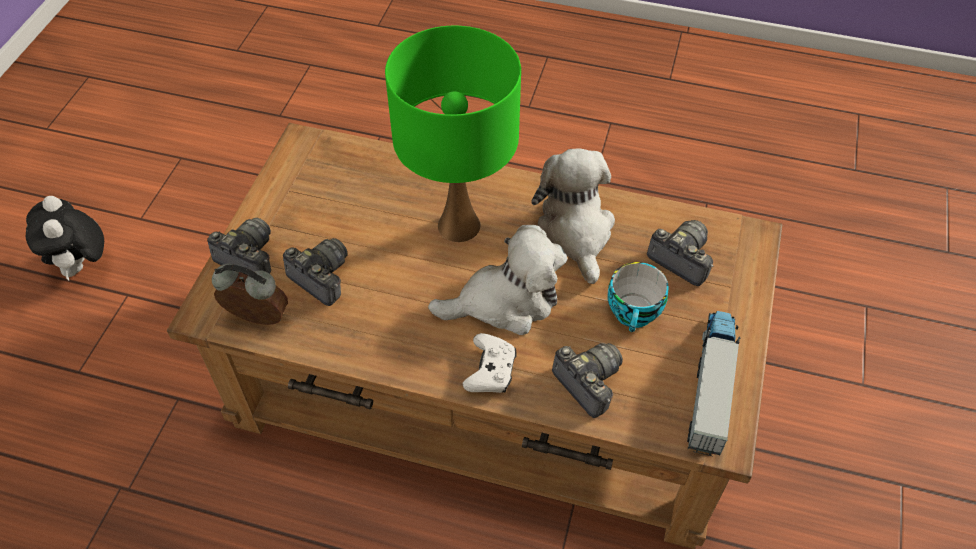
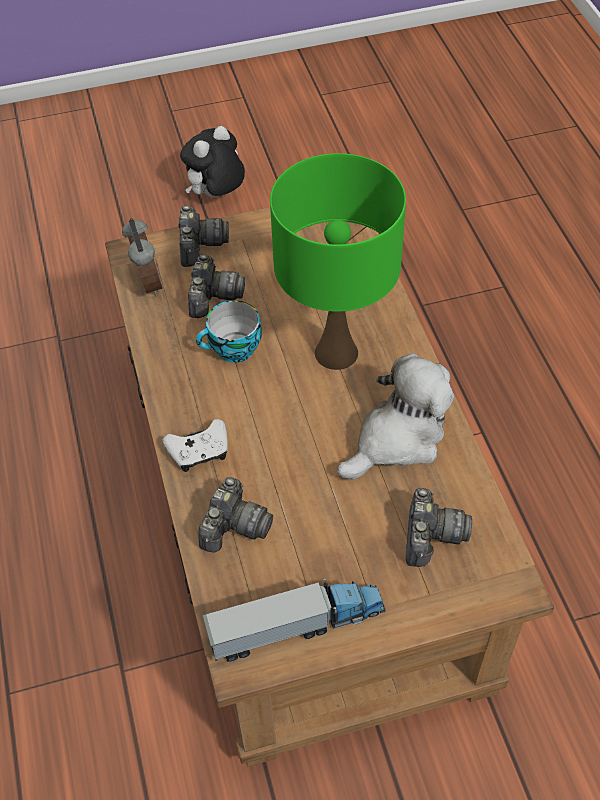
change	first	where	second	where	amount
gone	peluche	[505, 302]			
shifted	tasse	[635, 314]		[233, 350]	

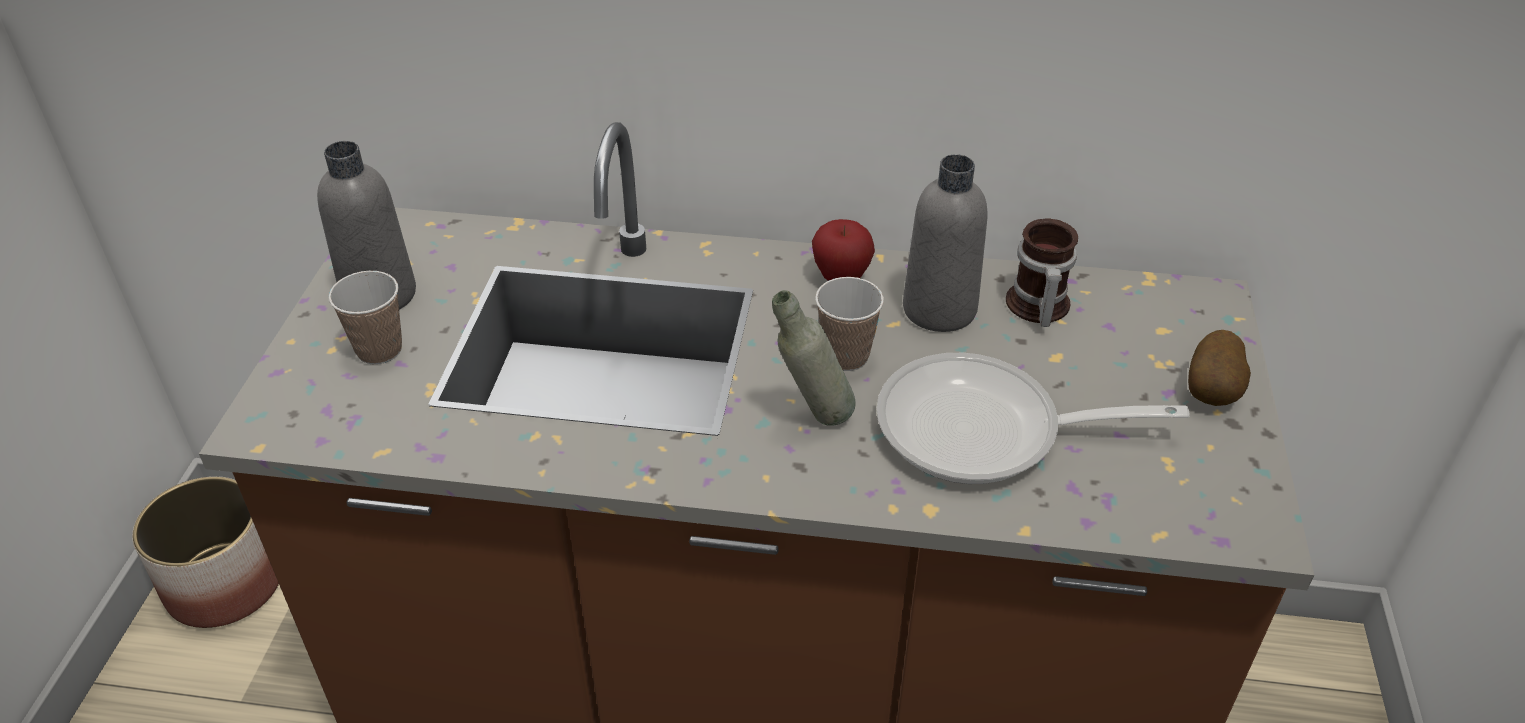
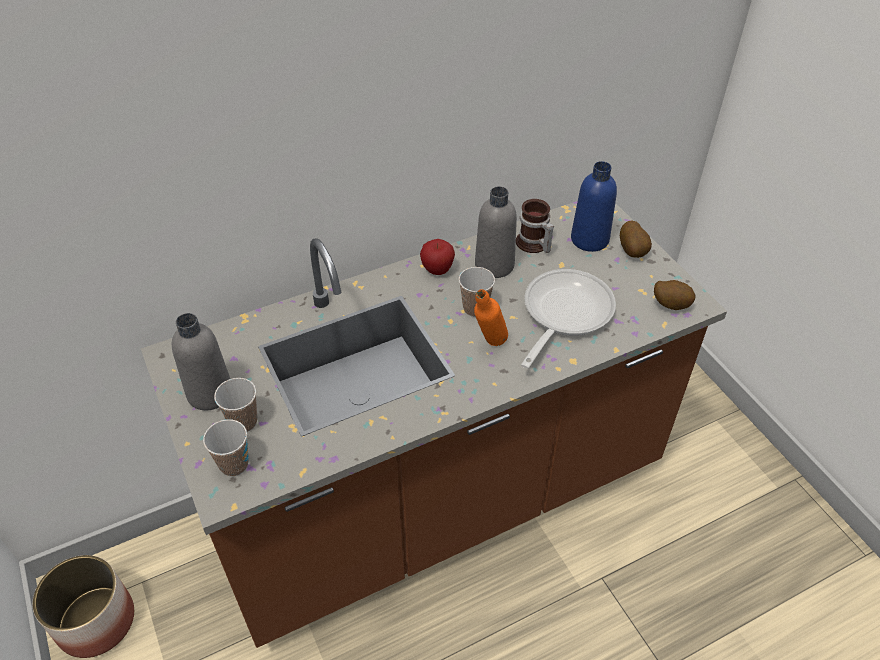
change	first	where	second	where	amount
repainted	bouteille/gris	[812, 419]	bouteille/orange	[489, 346]	
rotated	poêle	[984, 431]		[563, 314]	150 degrees clockwise
new			tasse	[234, 464]	
new			bouteille/bleu	[589, 239]	
new			pomme de terre	[670, 304]	

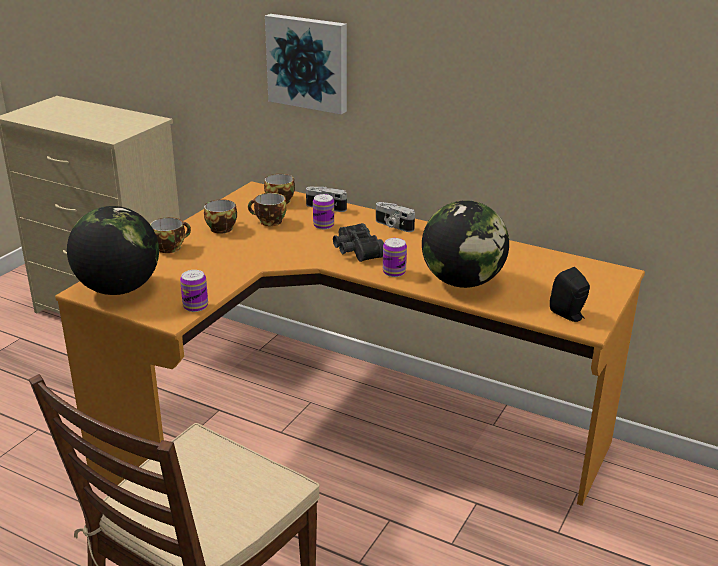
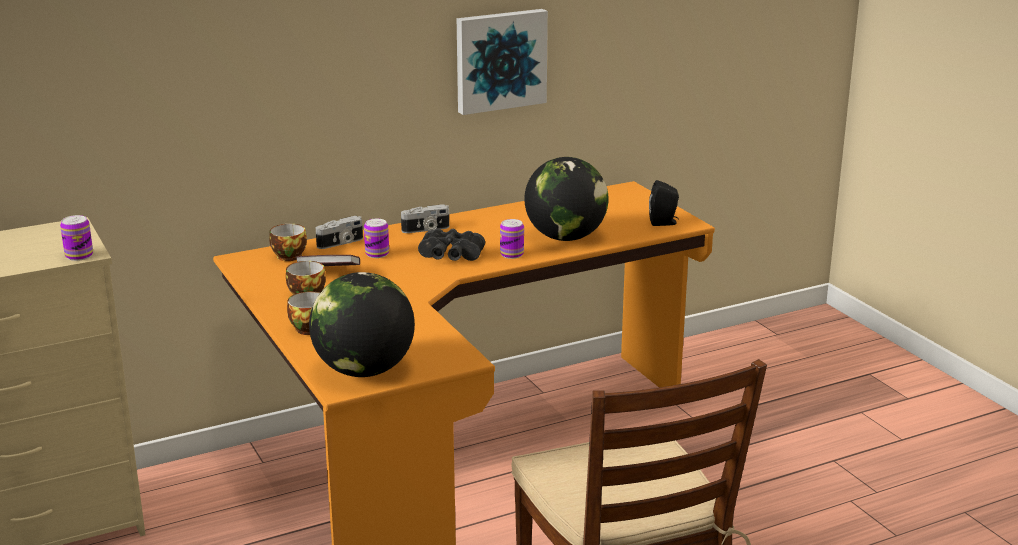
change	first	where	second	where	amount
shifted	boîte métallique	[195, 306]		[79, 256]	
swapped	tasse	[269, 222]	livre	[329, 273]	
shifted	tableau	[308, 62]		[500, 60]	

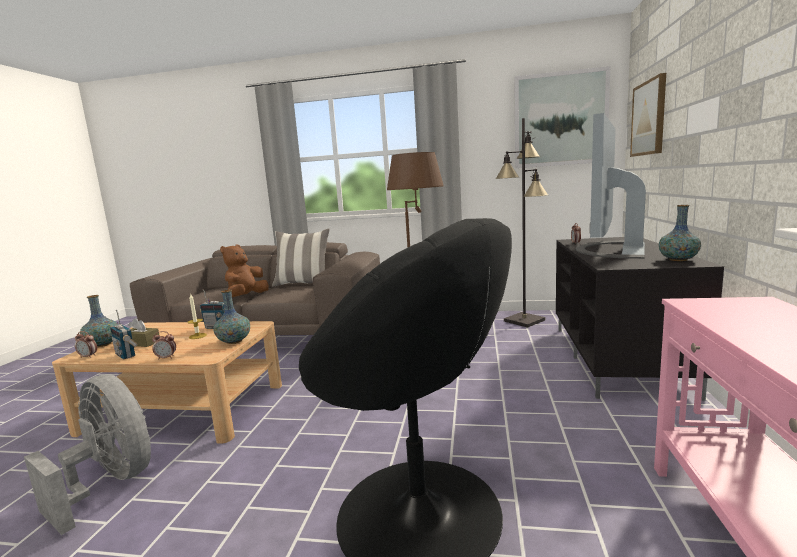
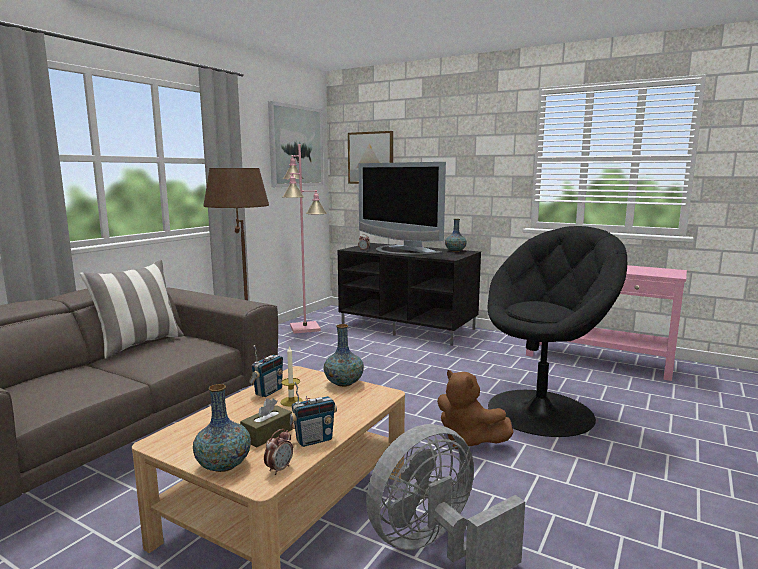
change	first	where	second	where	amount
gone	réveil	[166, 358]			
shifted	peluche/marron	[246, 297]		[468, 440]	
repainted	lampadaire/noir	[525, 320]	lampadaire/rose	[305, 328]	

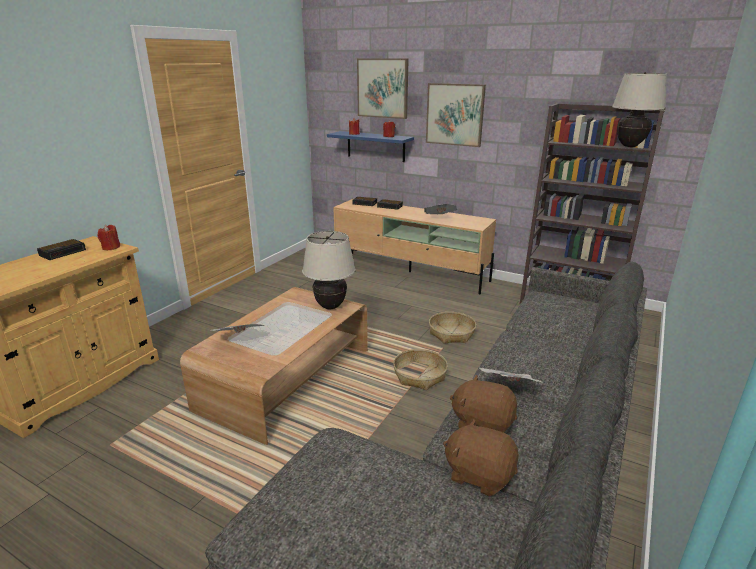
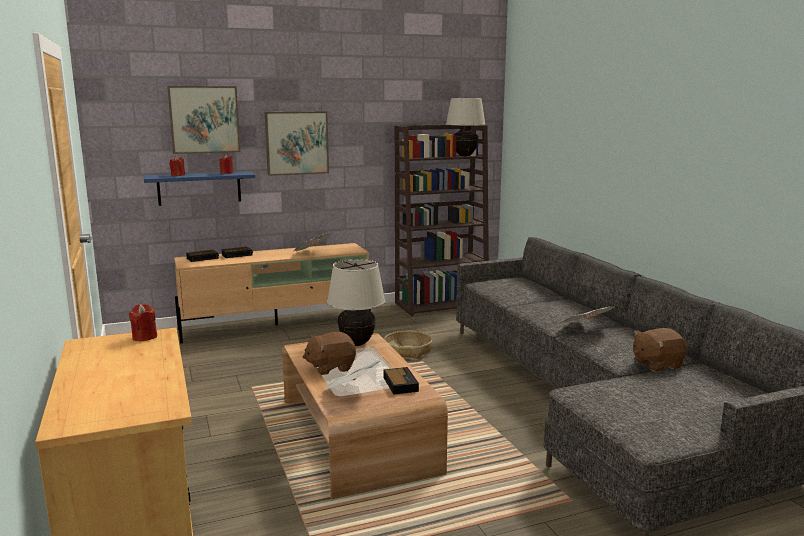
change	first	where	second	where	amount
shifted	réveil	[63, 252]		[400, 384]	
gone	panier	[419, 375]			
shifted	peluche/marron	[482, 423]		[330, 367]	

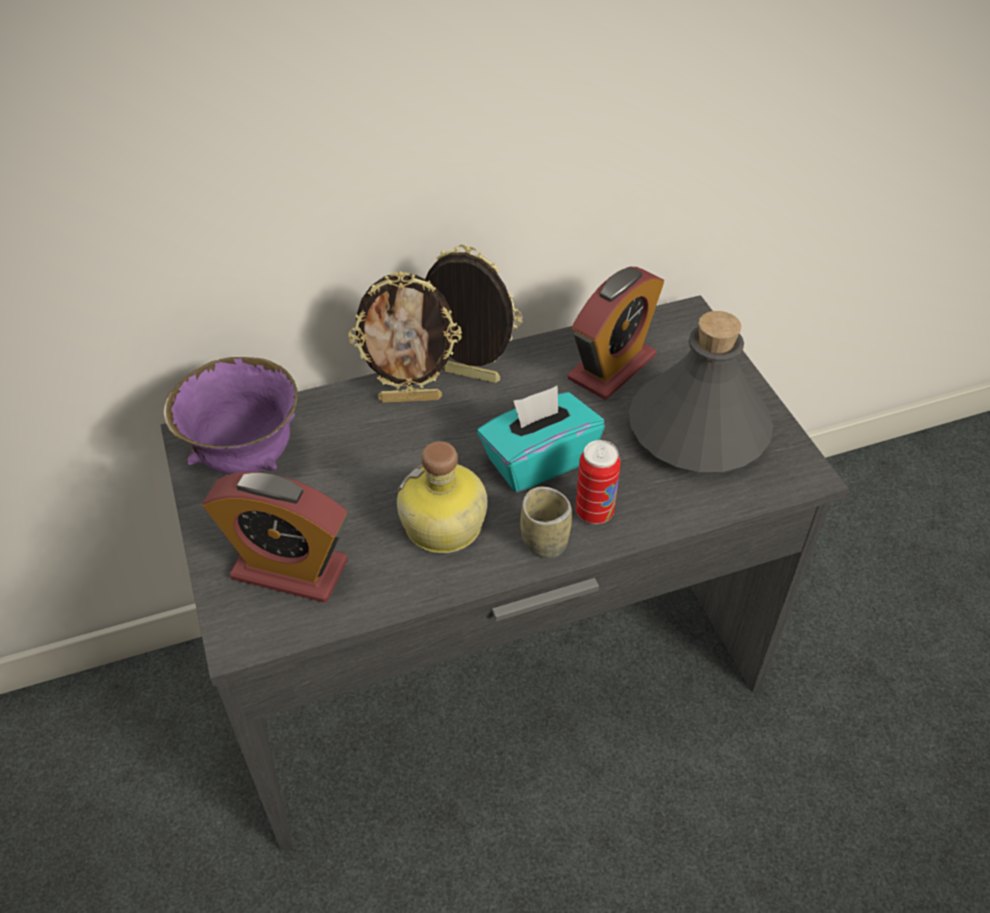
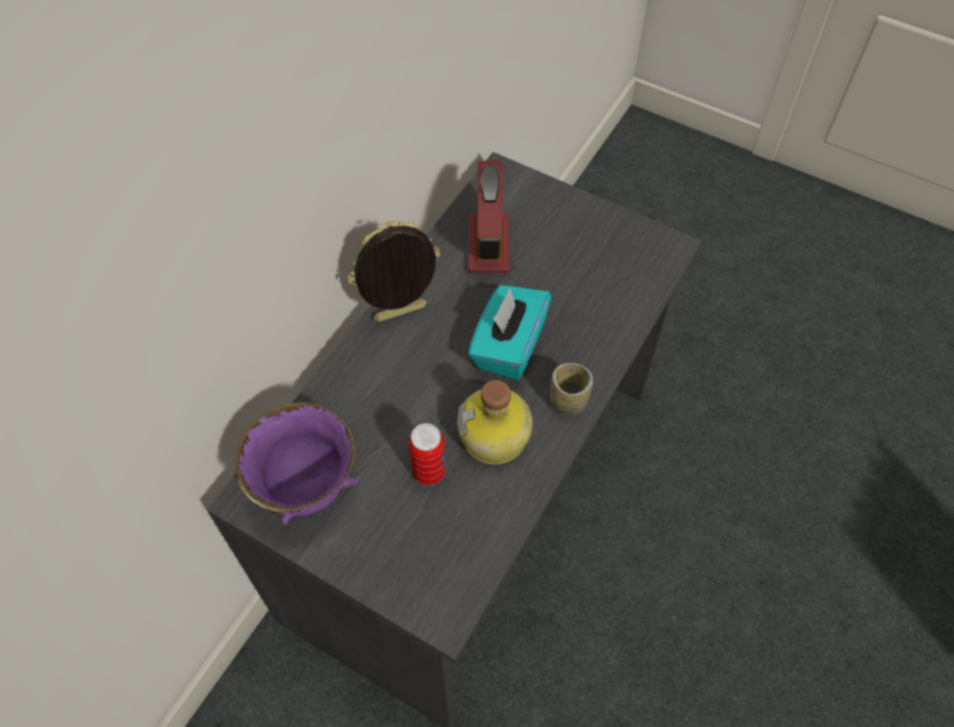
change	first	where	second	where	amount
gone	réveil	[289, 569]			
gone	cadre photo	[410, 398]			
shifted	boîte métallique	[594, 512]		[429, 472]	
gone	bouteille/gris	[699, 430]			

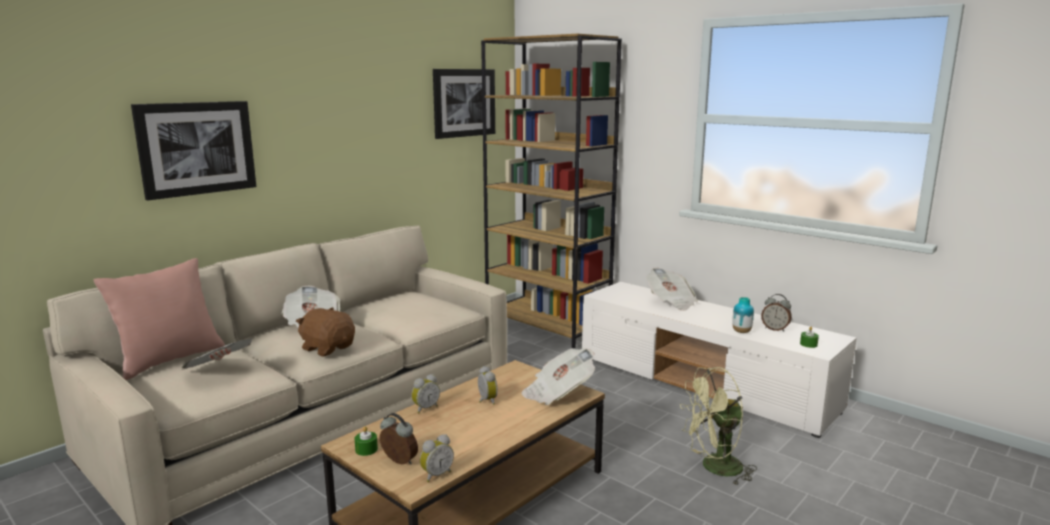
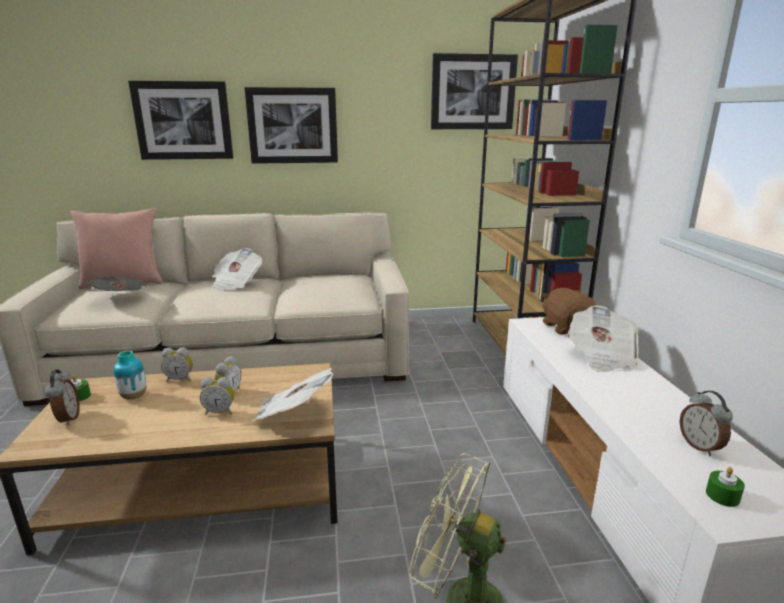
change	first	where	second	where	amount
shifted	peluche/marron	[328, 348]		[566, 327]	
shifted	réveil	[436, 474]		[220, 411]	
shifted	vase	[741, 332]		[134, 396]	
new			tableau	[293, 126]	

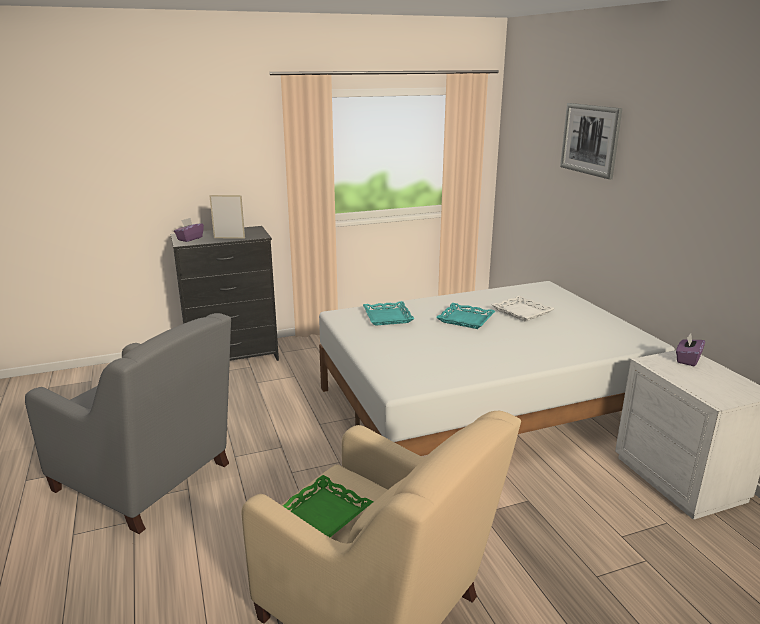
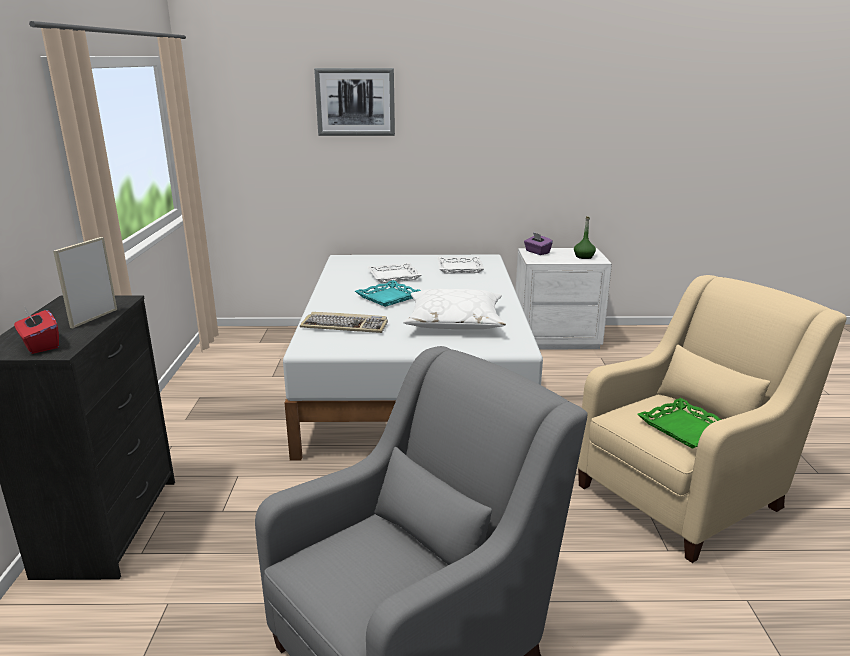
change	first	where	second	where	amount
repainted	boîte à mouchoirs/violet	[189, 239]	boîte à mouchoirs/rouge	[40, 345]	
swapped	plateau/turquoise	[388, 317]	clavier	[345, 326]	
new			coussin/blanc	[455, 321]	
new			plateau/blanc	[460, 268]	
new			bouteille/vert	[584, 257]	

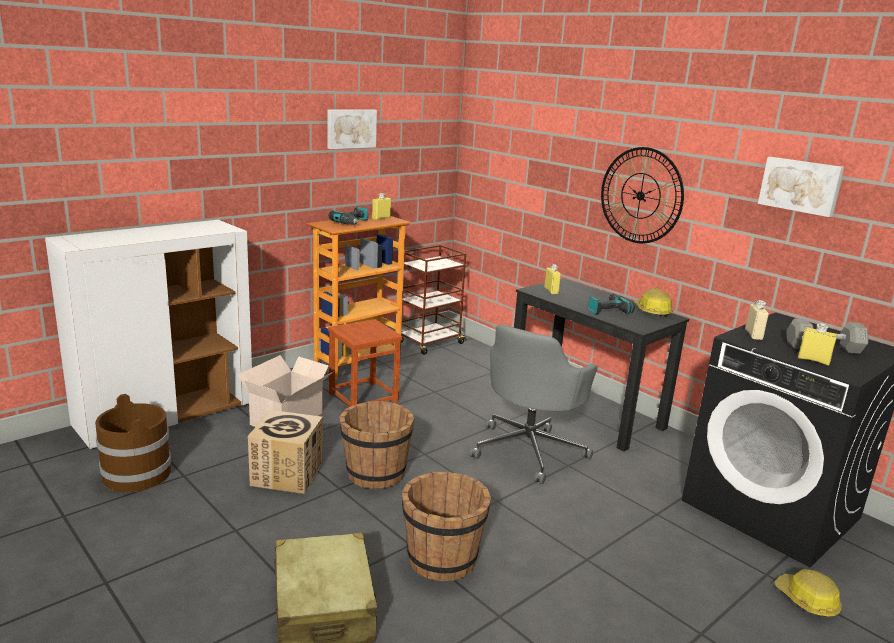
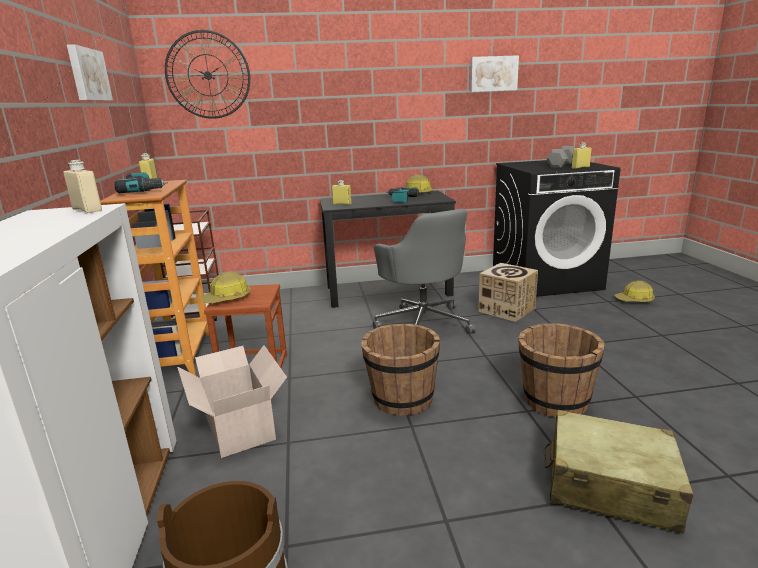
change	first	where	second	where	amount
shifted	carton	[287, 474]		[506, 310]	
shifted	horloge murale	[640, 195]		[208, 75]	
shifted	bouteille/beige	[753, 334]		[87, 210]	
new			casque de chantier	[227, 298]	

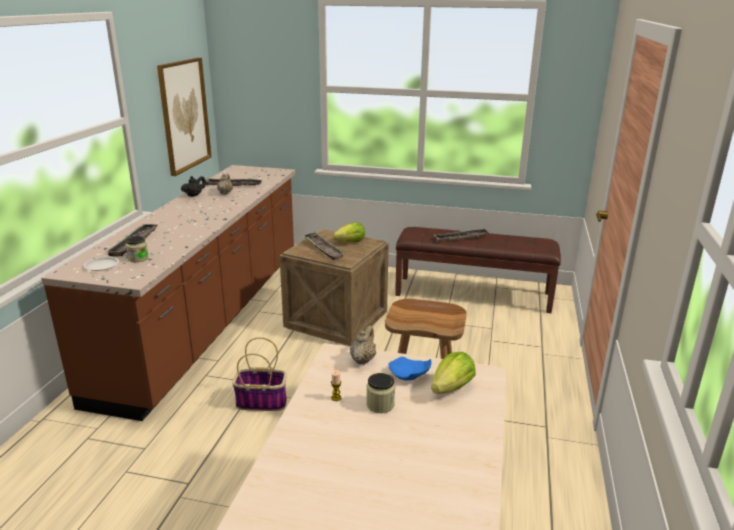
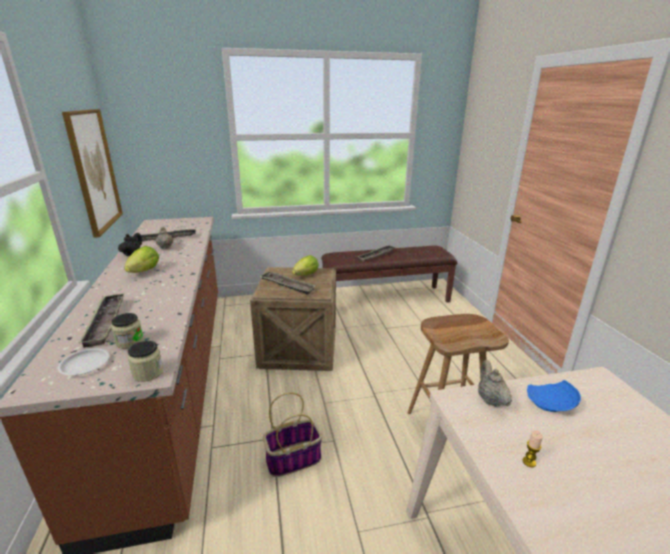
change	first	where	second	where	amount
shifted	bocal	[380, 405]		[148, 373]	
shifted	laitue	[452, 388]		[144, 271]	

